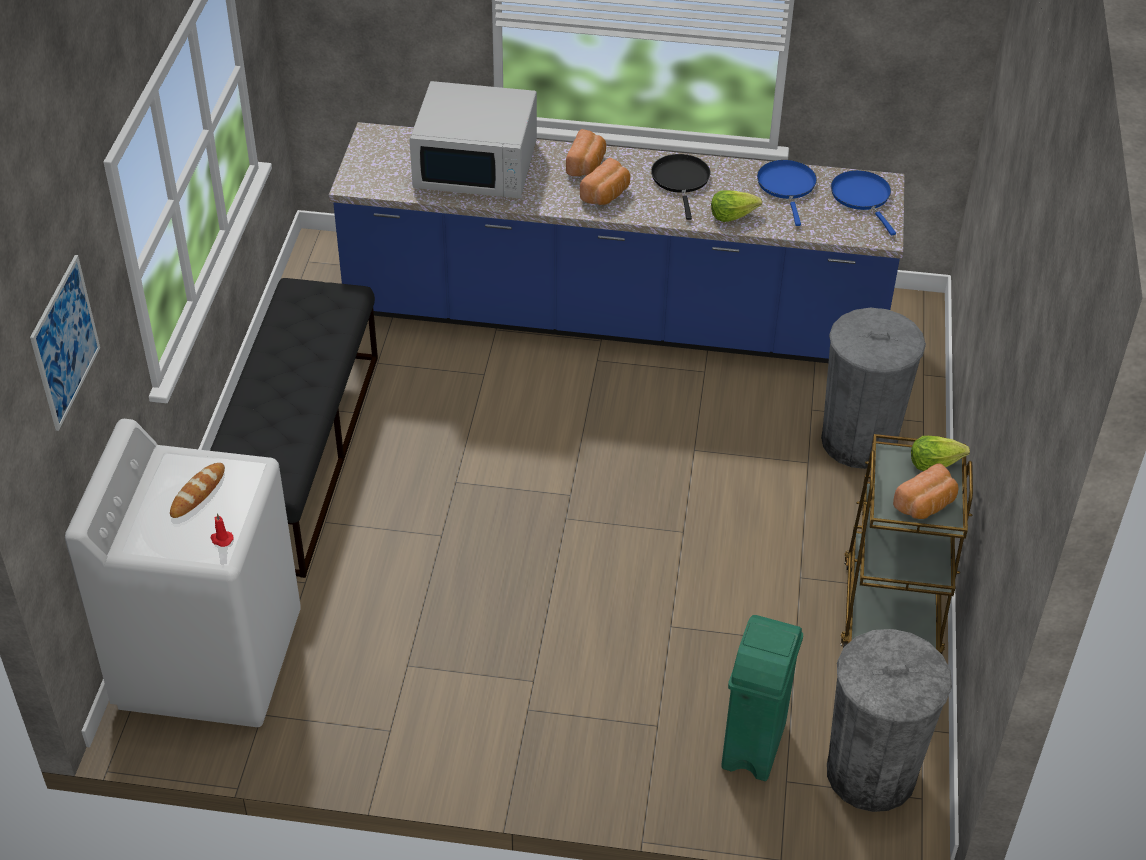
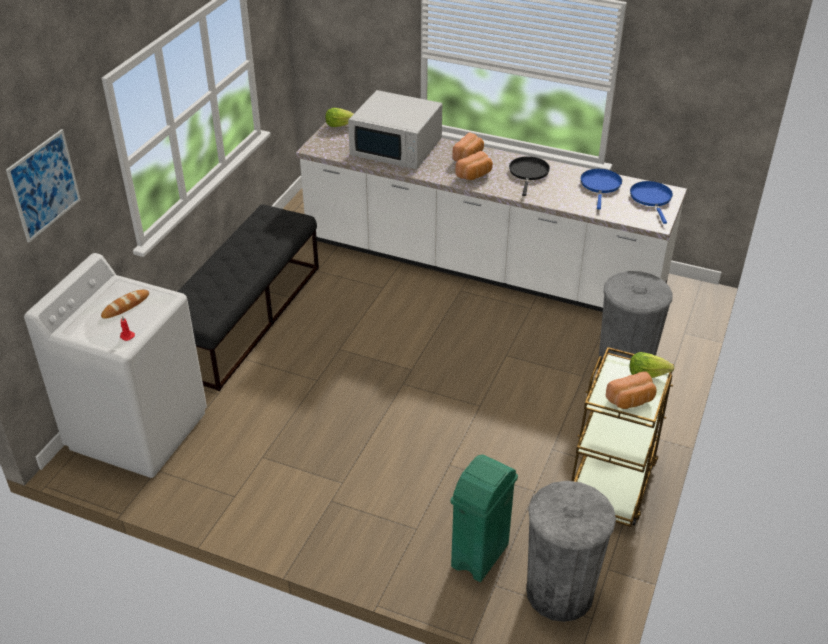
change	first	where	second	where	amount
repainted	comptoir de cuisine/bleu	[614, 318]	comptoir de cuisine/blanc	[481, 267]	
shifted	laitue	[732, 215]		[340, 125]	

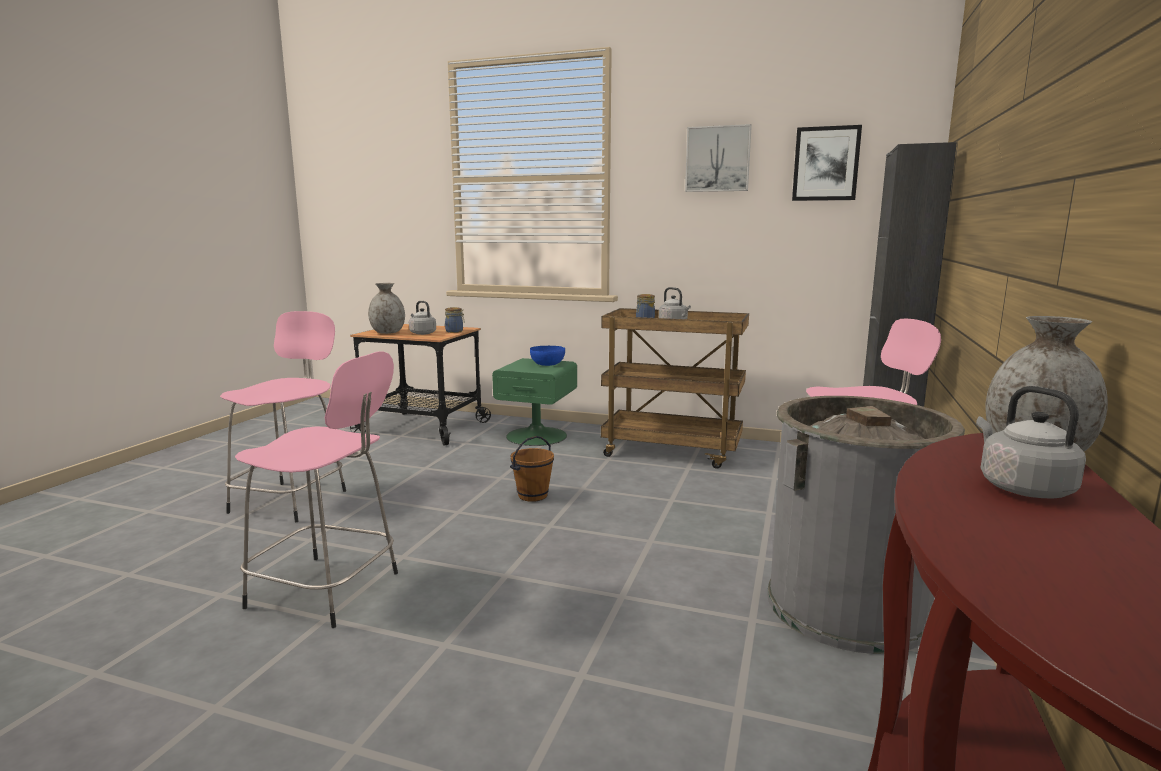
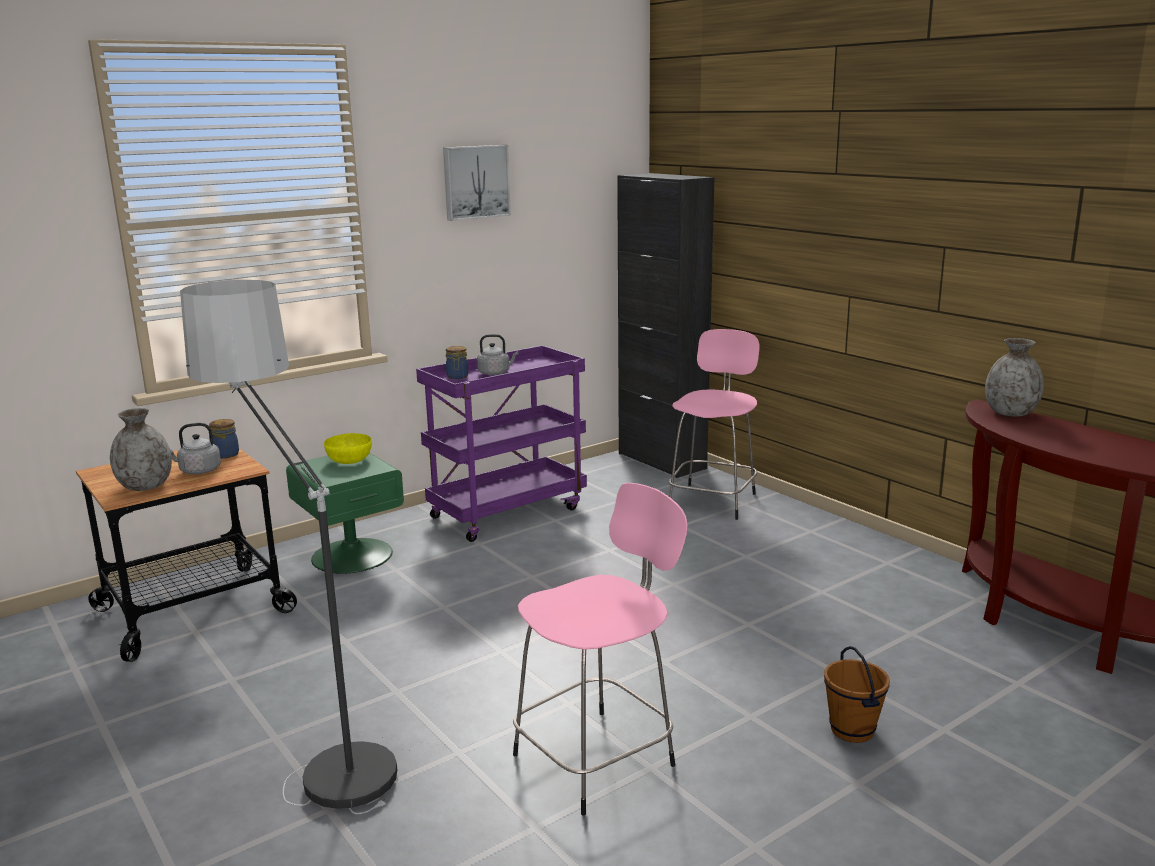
change	first	where	second	where	amount
swapped	tabouret/rose	[291, 500]	lampadaire	[313, 748]	
shifted	seau/marron	[533, 496]		[853, 730]	
repainted	bol/bleu	[547, 364]	bol/jaune	[349, 460]	
repainted	chariot/marron	[673, 451]	chariot/violet	[508, 511]	
gone	poubelle/gris	[847, 606]			
gone	tableau	[826, 164]			
gone	bouilloire/gris	[1021, 488]			

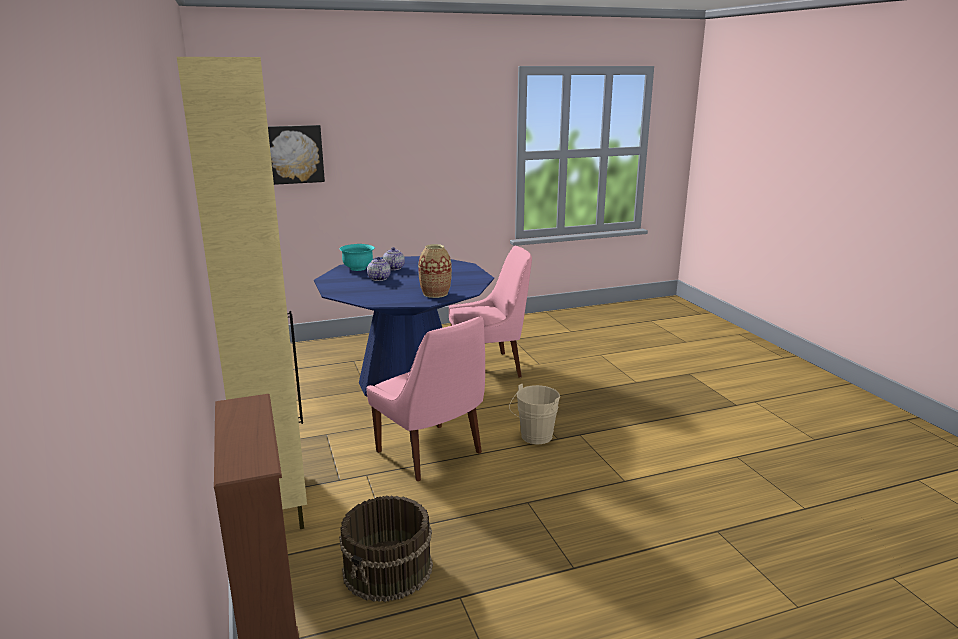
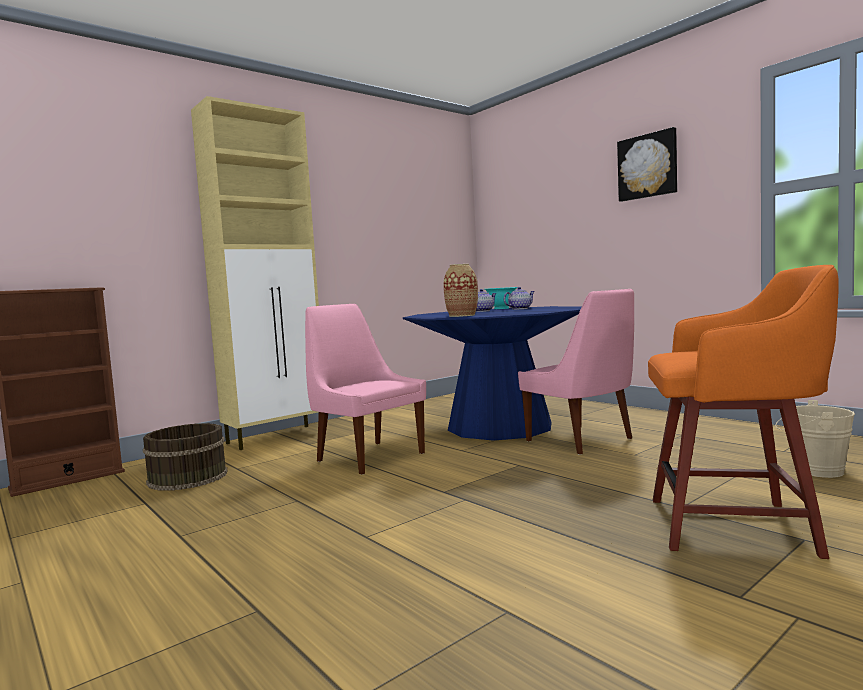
change	first	where	second	where	amount
shifted	tableau	[293, 154]		[648, 166]	
rotated	chaise/rose	[431, 454]		[368, 456]	105 degrees clockwise
shifted	seau/beige	[534, 437]		[813, 470]	
new			tabouret/orange	[736, 526]	

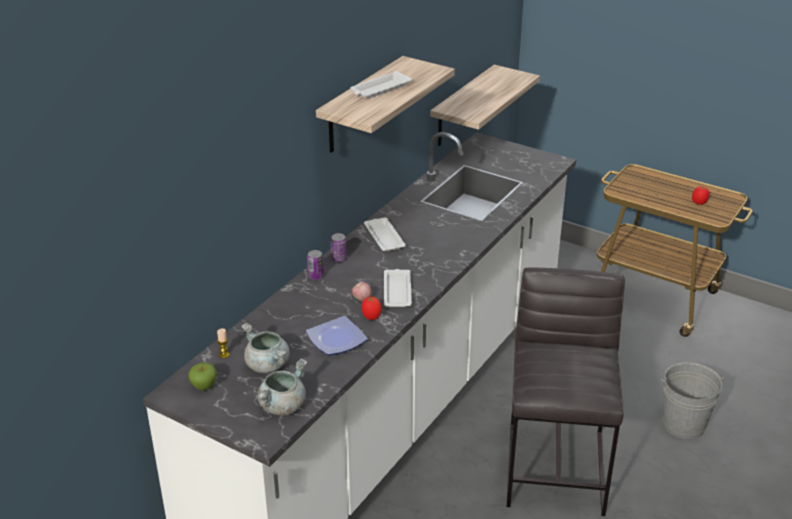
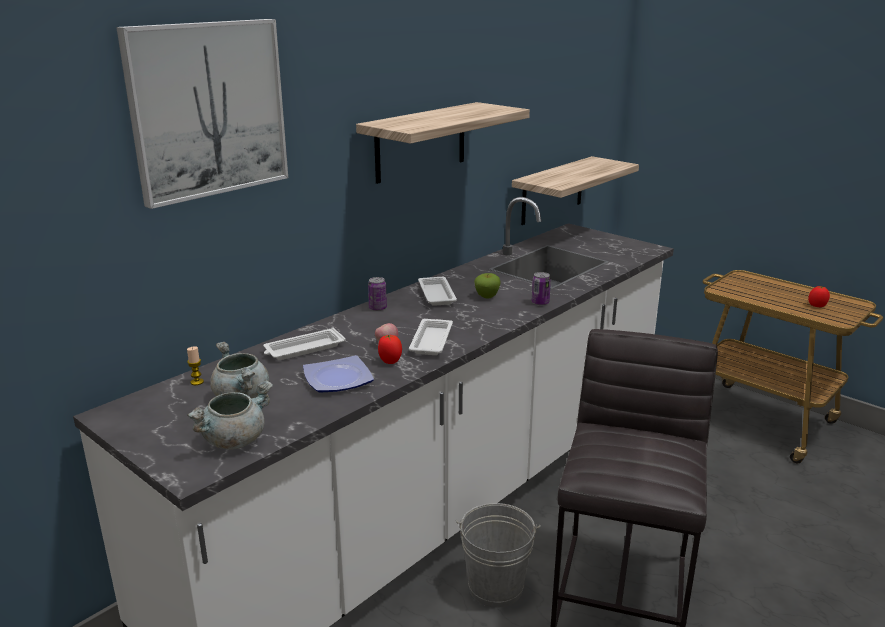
change	first	where	second	where	amount
shifted	pomme	[204, 386]		[487, 296]	
shifted	boîte métallique	[316, 276]		[540, 302]	
shifted	plateau/blanc	[380, 89]		[303, 349]	
shifted	seau/gris	[684, 424]		[496, 587]	
new			tableau	[208, 110]	

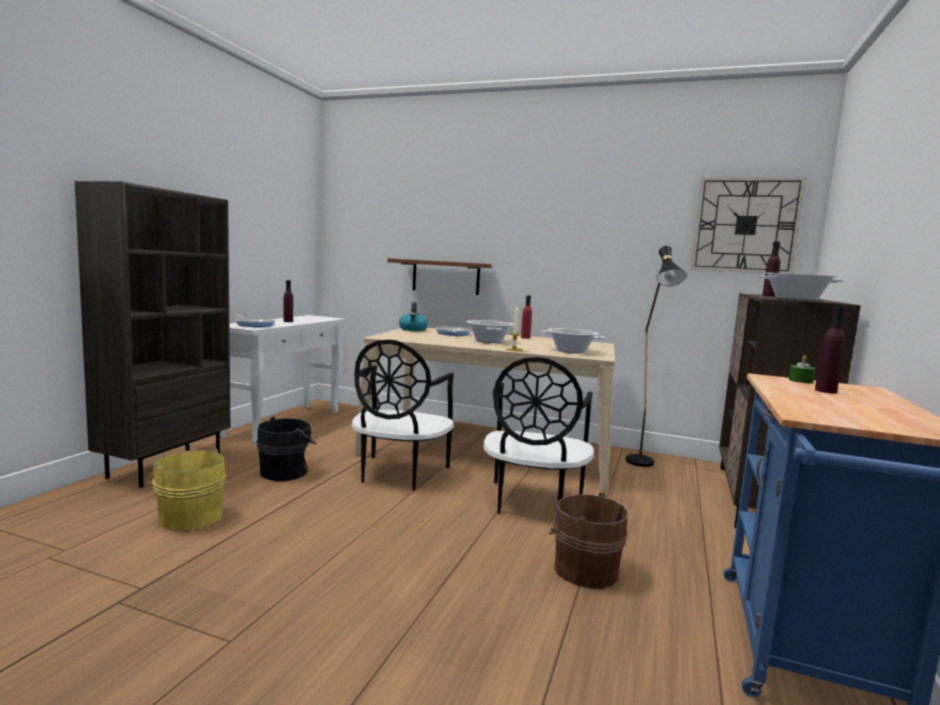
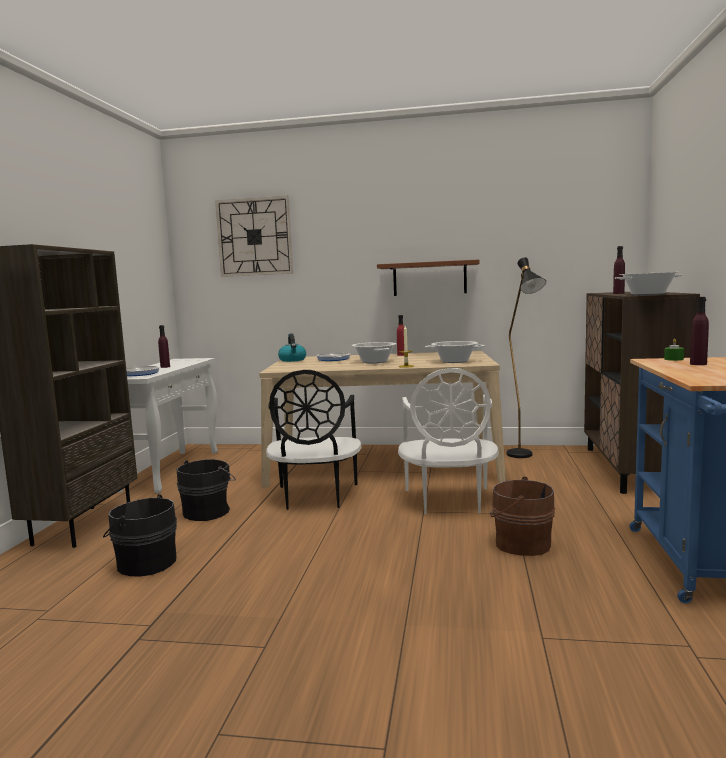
change	first	where	second	where	amount
repainted	seau/jaune	[189, 516]	seau/noir	[145, 563]	
shifted	étagère/marron	[445, 277]		[429, 278]	
repainted	chaise/noir	[532, 503]	chaise/blanc	[448, 501]	
shifted	horloge murale	[745, 225]		[254, 237]	

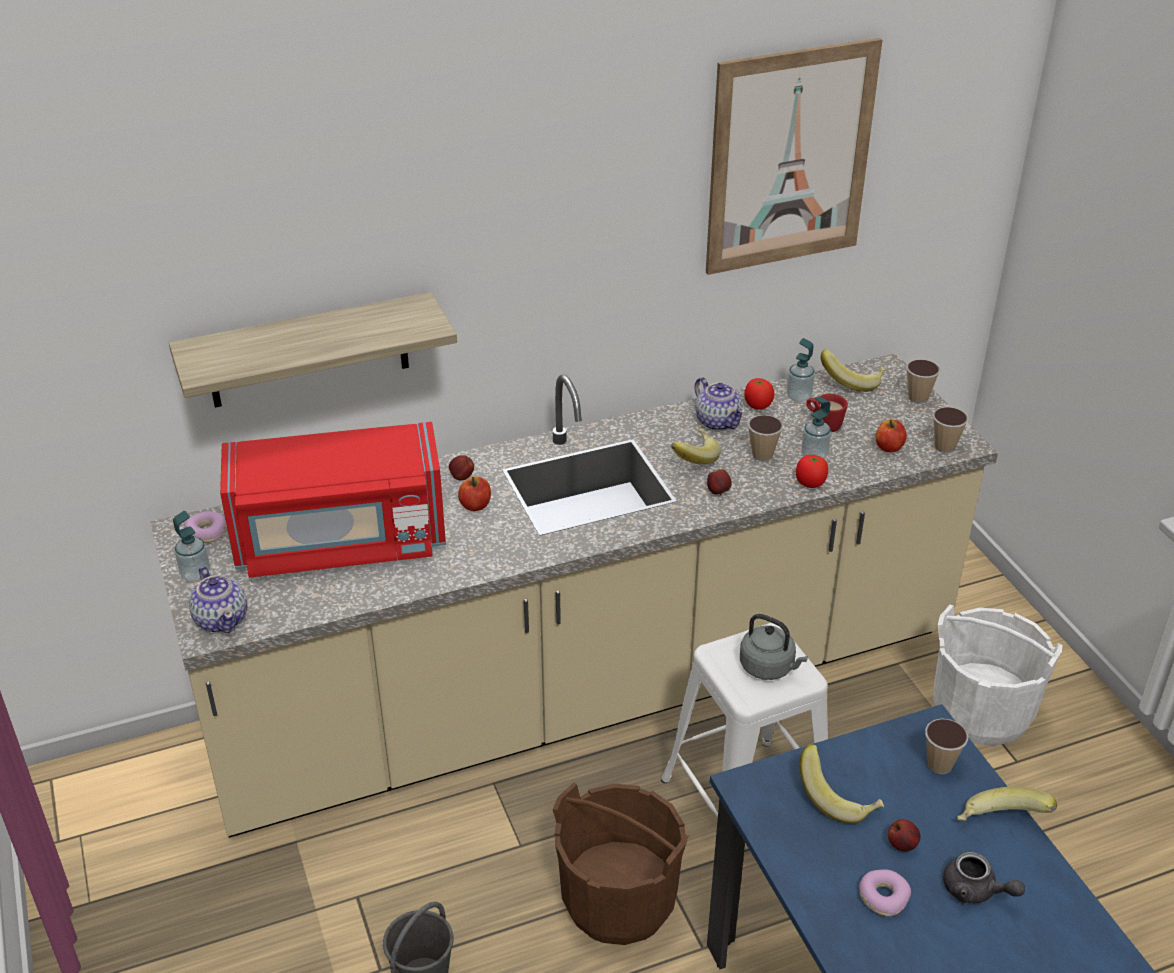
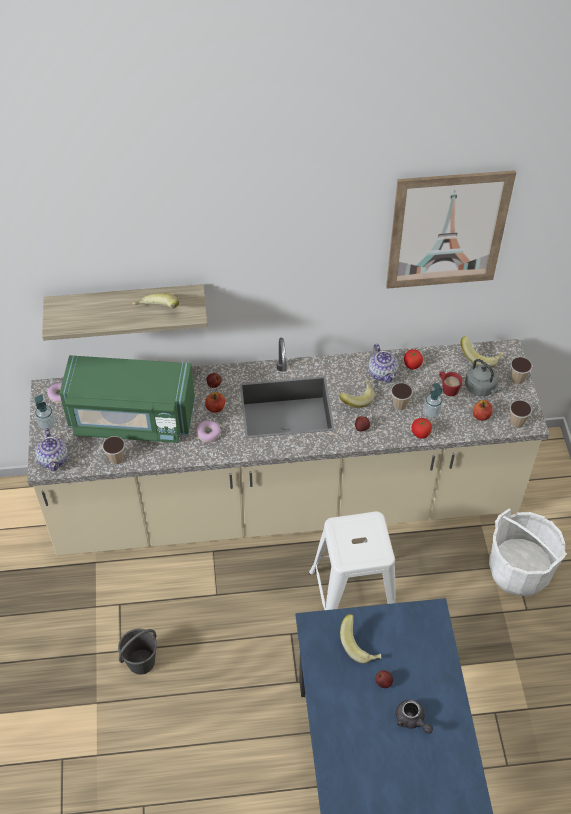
change	first	where	second	where	amount
repainted	micro-ondes/rouge	[340, 542]	micro-ondes/vert	[131, 418]	
gone	seau/marron	[619, 900]			
shifted	bouilloire/gris	[769, 667]		[481, 388]	
gone	distributeur de savon	[798, 397]			
shifted	beignet	[883, 897]		[208, 433]	
shifted	tasse	[939, 765]		[116, 459]	
shifted	banane	[1000, 825]		[157, 311]	

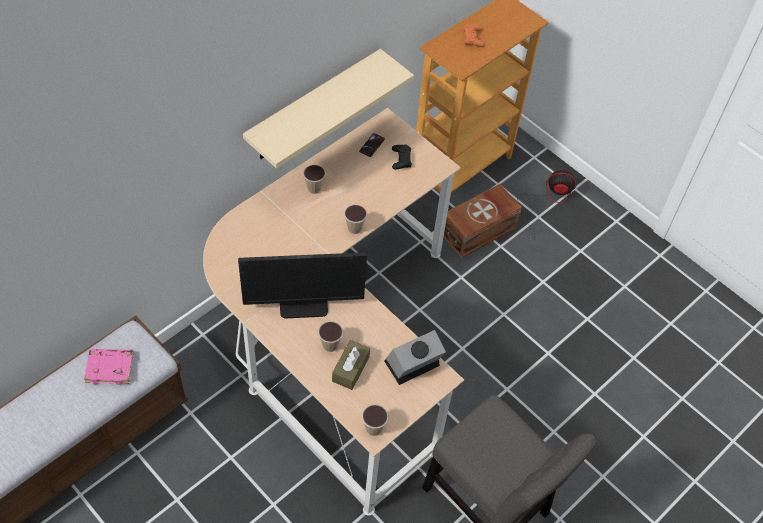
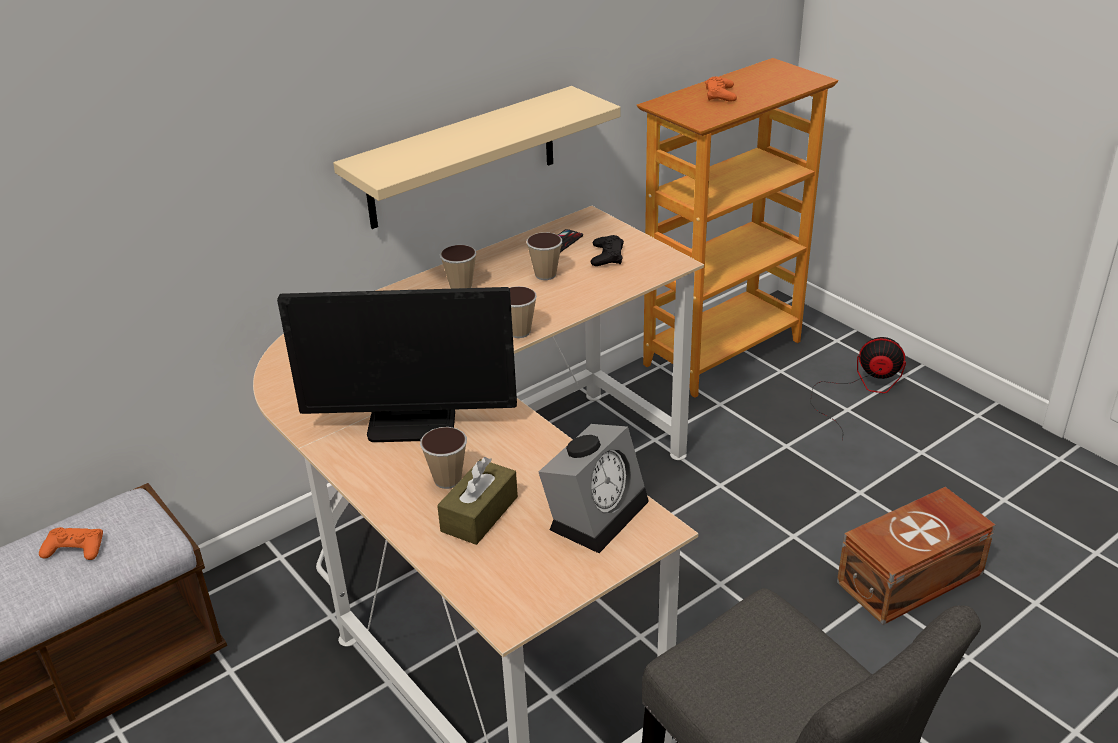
change	first	where	second	where	amount
swapped	livre/rose	[110, 367]	manette/orange	[75, 548]	
shifted	tasse	[373, 429]		[545, 275]	
rotated	réveil	[411, 366]		[596, 511]	150 degrees clockwise
shifted	boîte de rangement/marron	[479, 231]		[913, 578]	

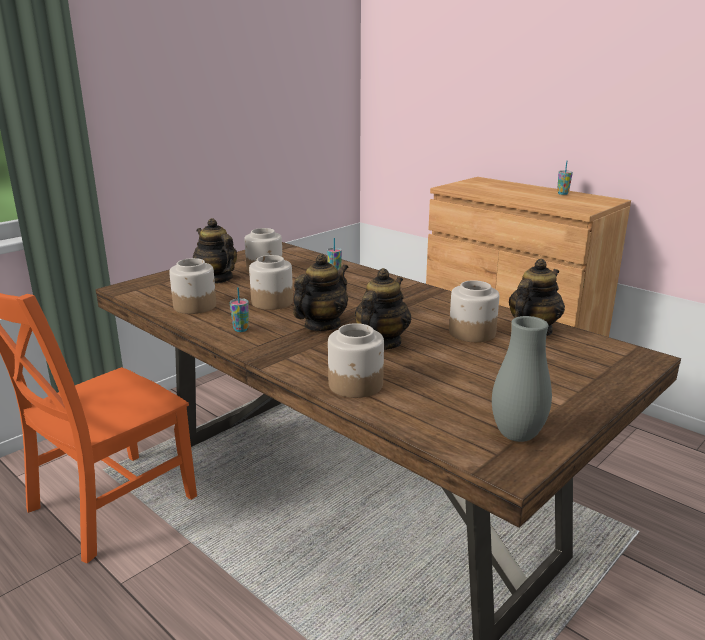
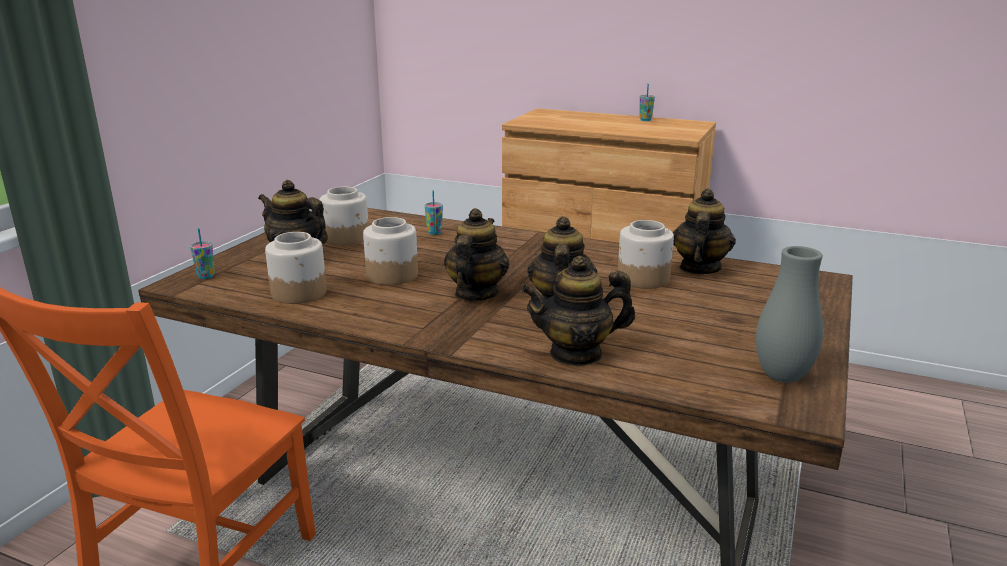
change	first	where	second	where	amount
shifted	tasse	[241, 329]		[206, 276]	
swapped	bocal	[356, 385]	théière	[576, 354]	

